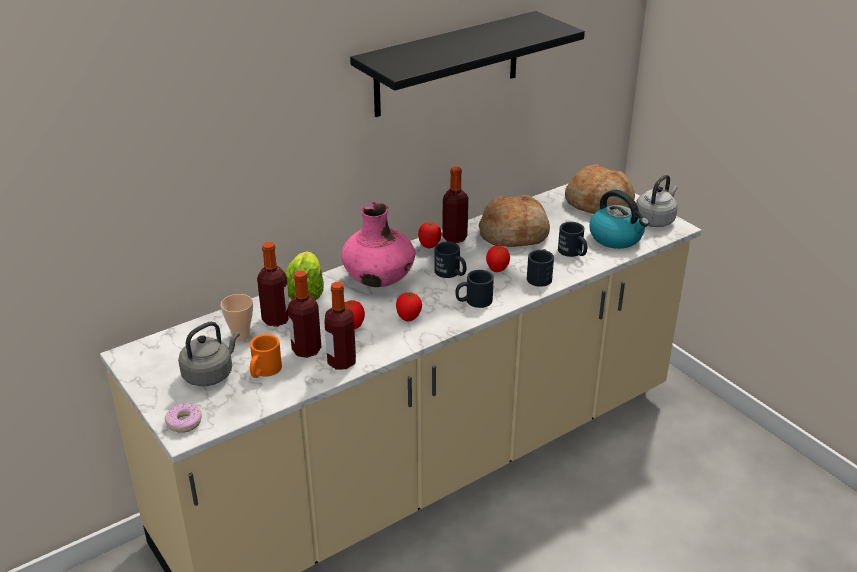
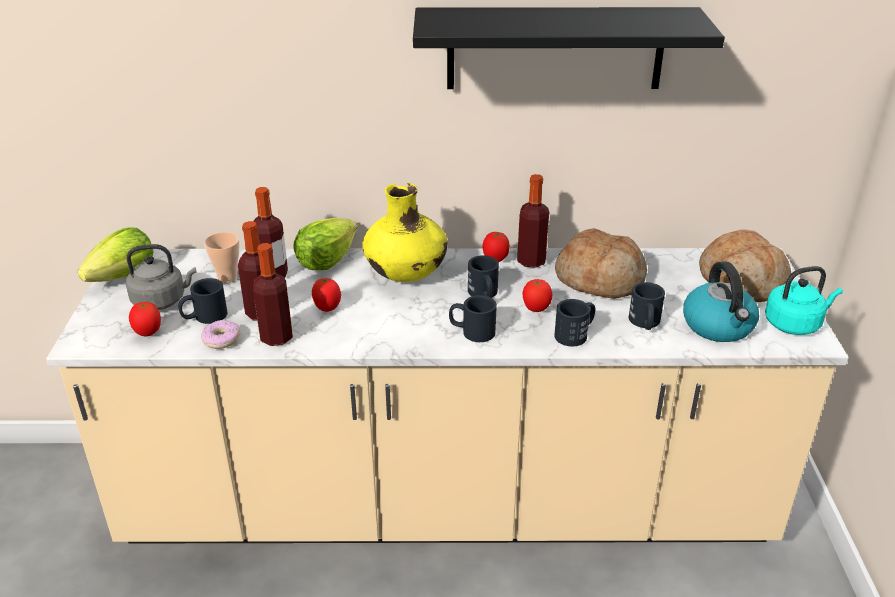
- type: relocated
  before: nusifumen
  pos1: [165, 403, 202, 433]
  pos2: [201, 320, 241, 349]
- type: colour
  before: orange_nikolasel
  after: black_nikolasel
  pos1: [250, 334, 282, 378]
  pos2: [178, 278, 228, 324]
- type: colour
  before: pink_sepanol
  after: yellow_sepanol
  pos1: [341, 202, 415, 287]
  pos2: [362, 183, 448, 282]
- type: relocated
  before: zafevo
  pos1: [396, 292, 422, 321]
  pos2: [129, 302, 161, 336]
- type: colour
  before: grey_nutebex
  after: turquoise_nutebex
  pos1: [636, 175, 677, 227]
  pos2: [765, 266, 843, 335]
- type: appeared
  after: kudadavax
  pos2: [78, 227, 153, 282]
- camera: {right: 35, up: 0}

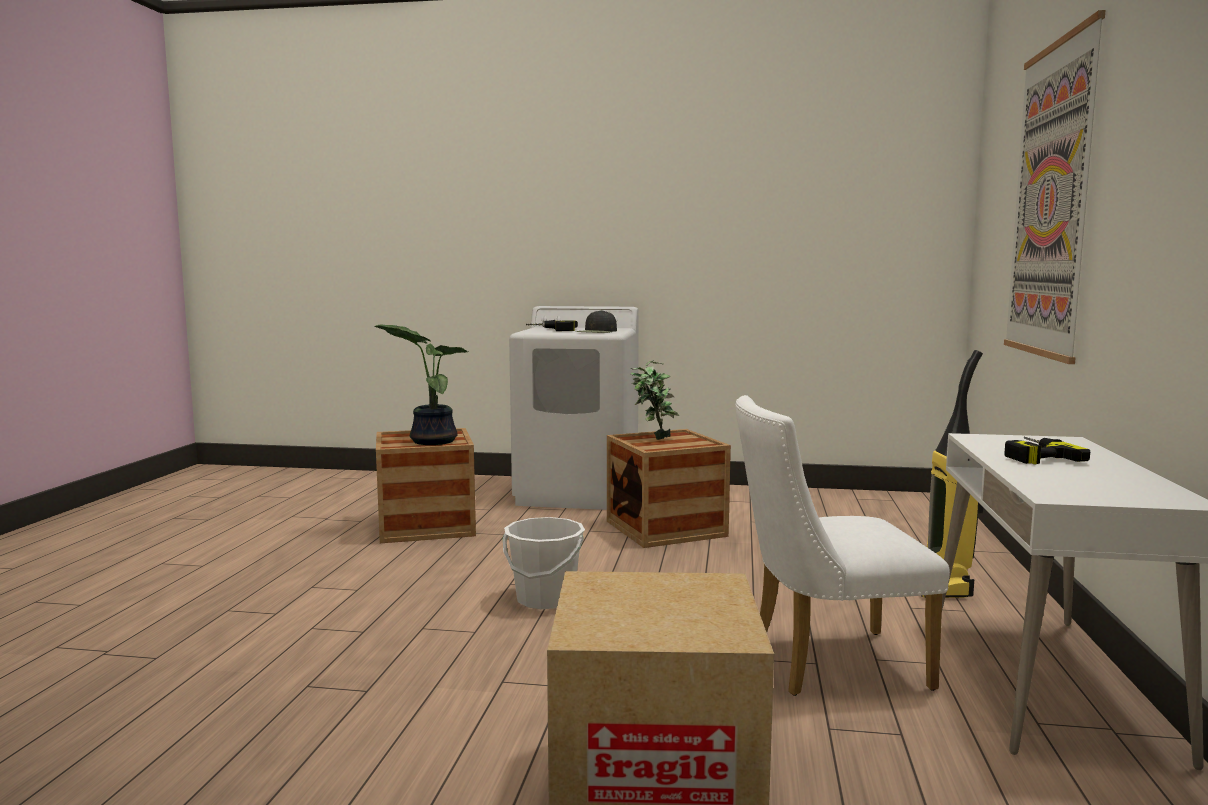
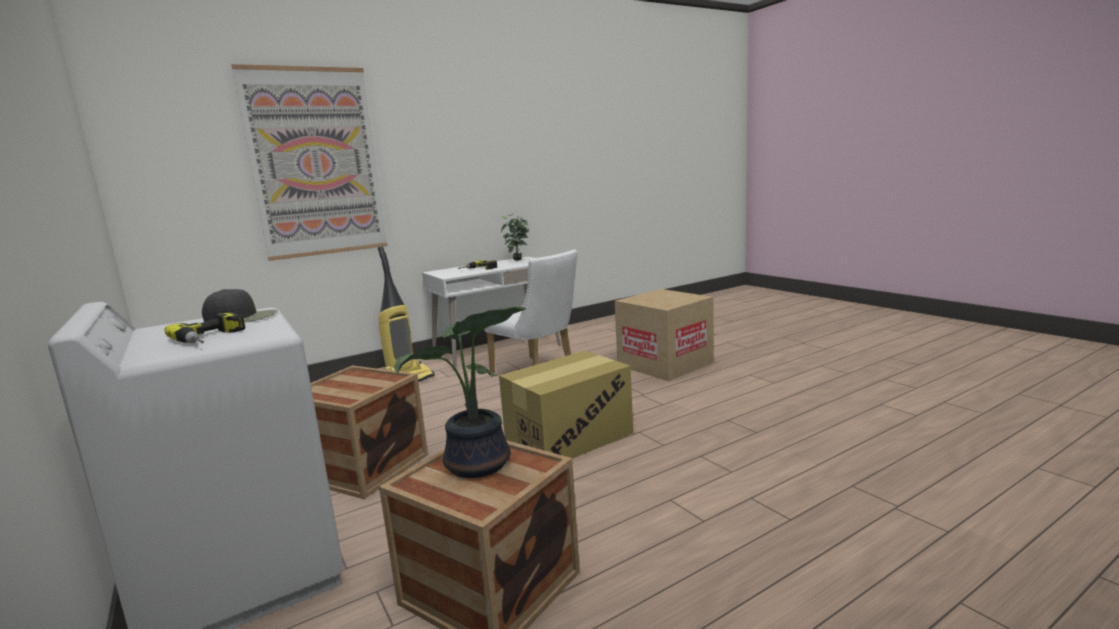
- type: exchanged
  before: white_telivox
  after: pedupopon
  pos1: [503, 517, 585, 609]
  pos2: [499, 351, 633, 459]
- type: relocated
  before: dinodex
  pos1: [631, 360, 679, 440]
  pos2: [501, 214, 529, 261]
- camera: {right: -130, up: 5}

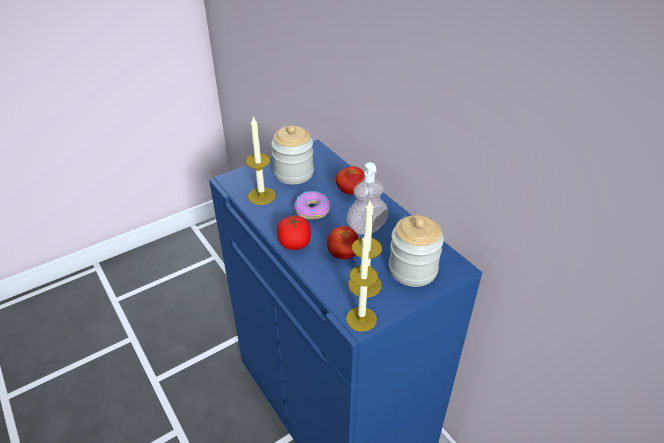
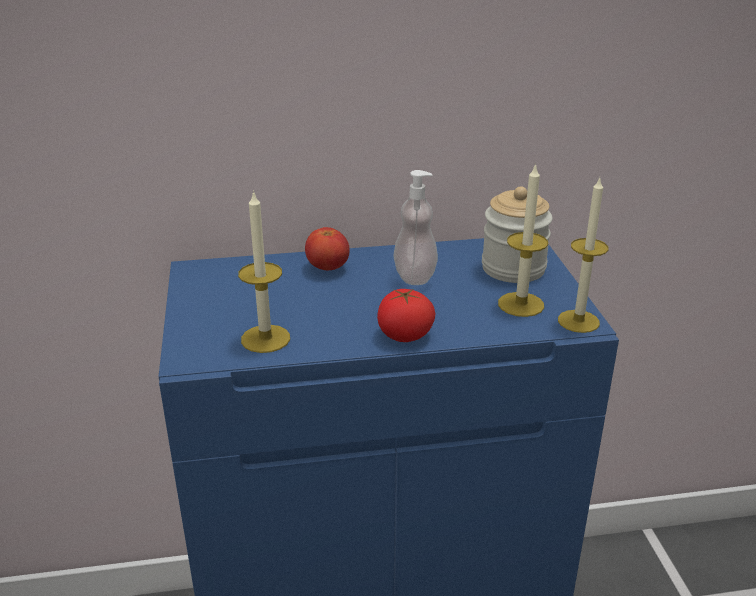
- type: missing
  before: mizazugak
  pos1: [271, 125, 314, 184]
- type: missing
  before: nusifumen
  pos1: [294, 191, 330, 220]
- type: missing
  before: zafevo
  pos1: [327, 226, 359, 259]
- camera: {right: -65, up: -10}

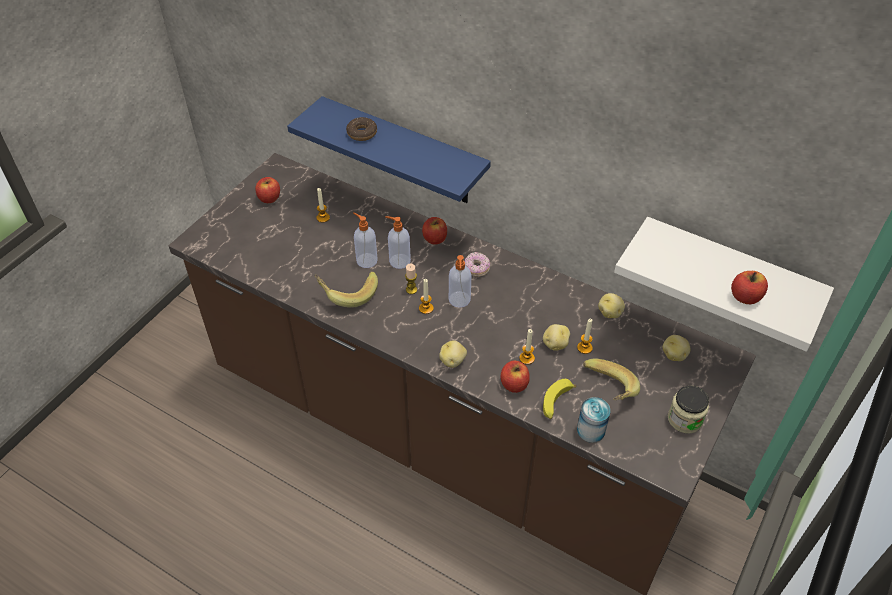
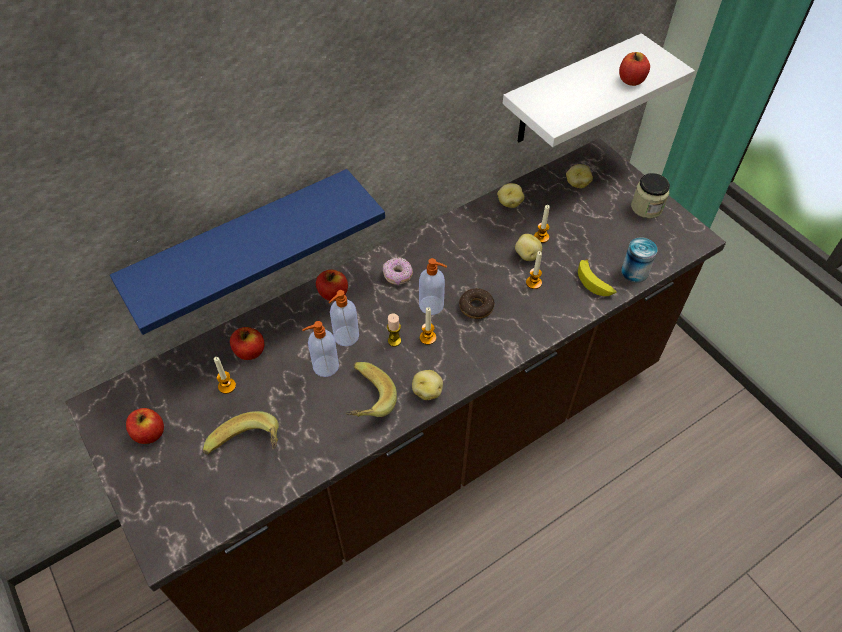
- type: relocated
  before: nusifumen
  pos1: [346, 117, 377, 141]
  pos2: [459, 288, 495, 319]
- type: relocated
  before: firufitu
  pos1: [439, 340, 467, 368]
  pos2: [412, 370, 443, 400]
- type: relocated
  before: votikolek
  pos1: [501, 361, 530, 393]
  pos2: [230, 327, 264, 360]
- type: relocated
  before: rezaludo
  pos1: [583, 358, 640, 400]
  pos2: [203, 411, 279, 454]
- camera: {right: -65, up: 5}

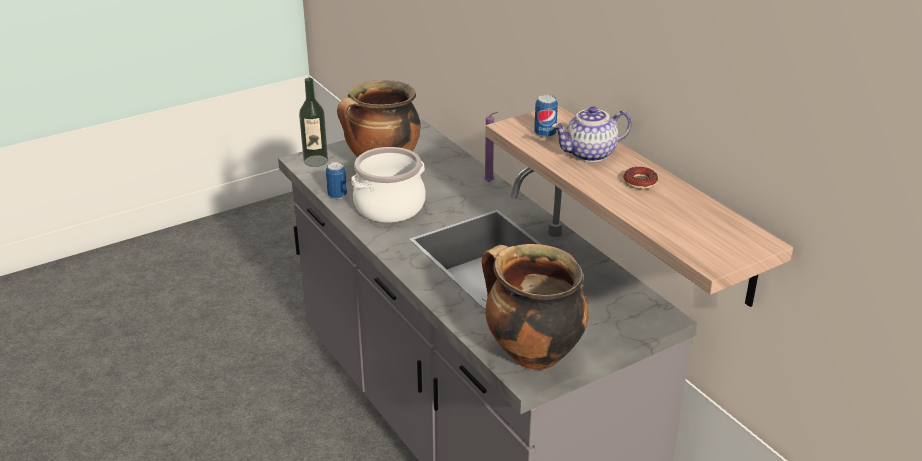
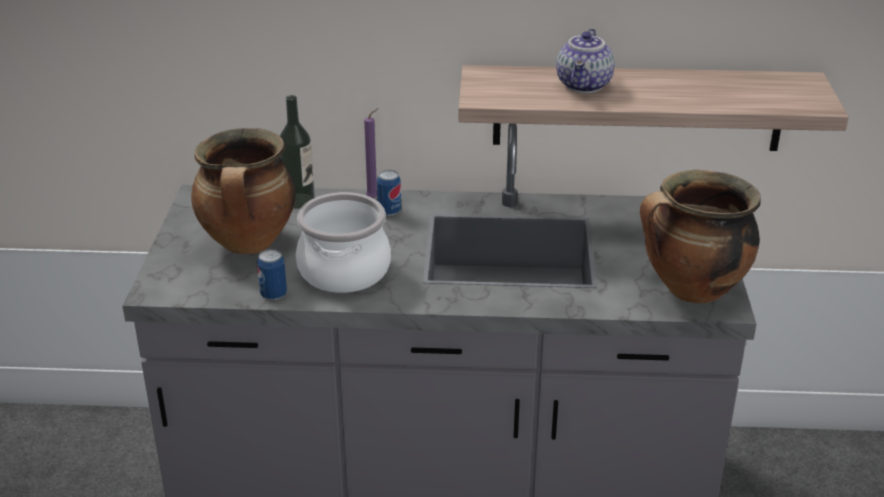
- type: relocated
  before: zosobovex
  pos1: [299, 78, 328, 167]
  pos2: [280, 95, 315, 209]
- type: relocated
  before: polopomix
  pos1: [534, 94, 558, 138]
  pos2: [377, 170, 401, 216]
- type: missing
  before: nusifumen
  pos1: [623, 167, 658, 189]
- camera: {right: -55, up: 0}

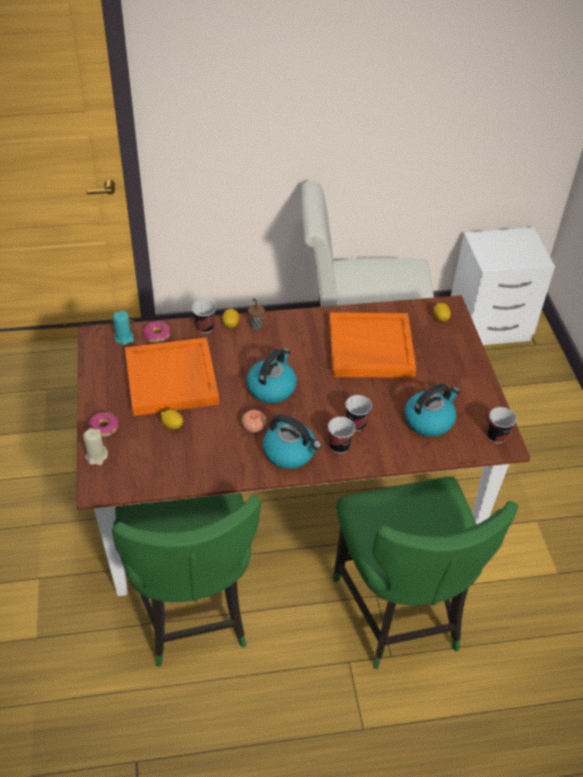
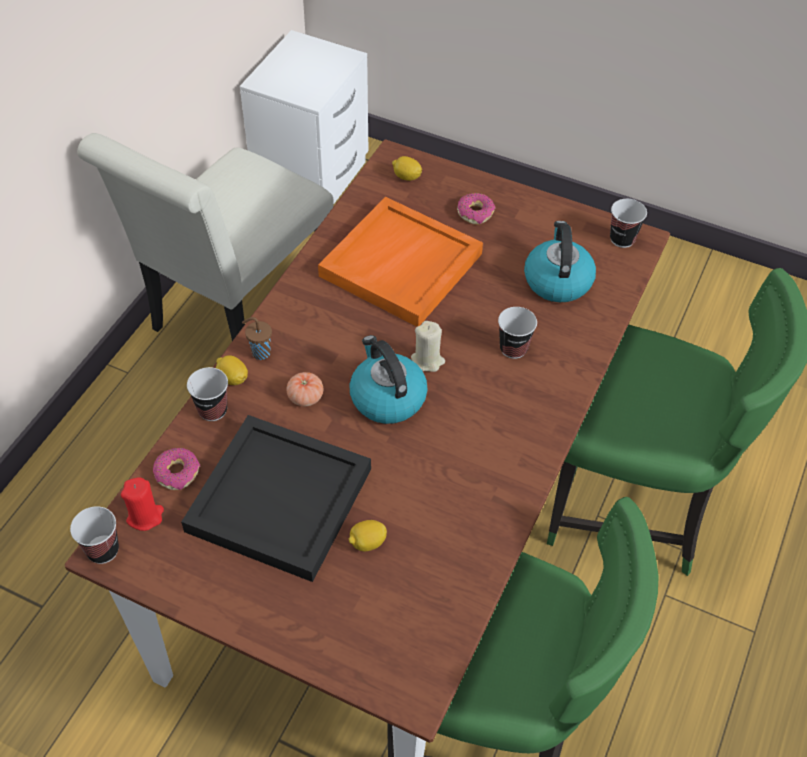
- type: relocated
  before: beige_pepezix
  pos1: [83, 428, 108, 465]
  pos2: [411, 321, 445, 372]
- type: relocated
  before: nusifumen
  pos1: [88, 412, 118, 437]
  pos2: [457, 193, 496, 225]
- type: colour
  before: turquoise_pepezix
  after: red_pepezix
  pos1: [113, 311, 134, 345]
  pos2: [121, 477, 164, 531]
- type: colour
  before: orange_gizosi
  after: black_gizosi
  pos1: [125, 337, 219, 416]
  pos2: [181, 415, 371, 582]
- type: relocated
  before: zafevo
  pos1: [242, 410, 266, 432]
  pos2: [286, 372, 323, 406]
- type: missing
  before: nutebex
  pos1: [263, 414, 322, 469]
- type: relocated
  before: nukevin
  pos1: [328, 417, 355, 454]
  pos2: [70, 506, 119, 564]
- camera: {right: -55, up: 5}

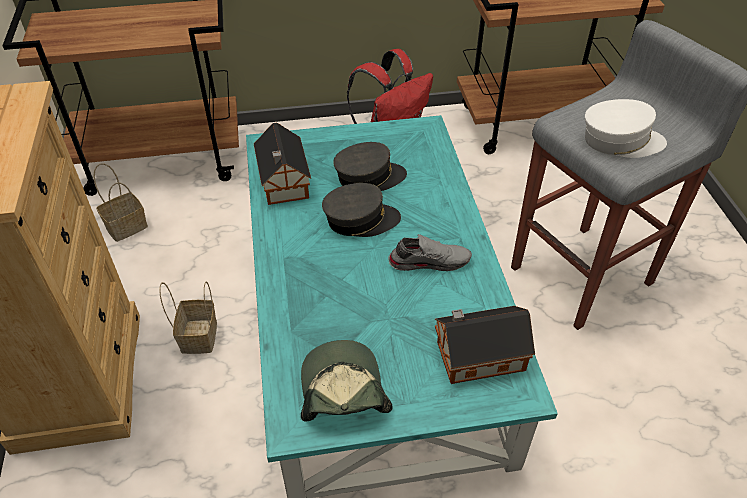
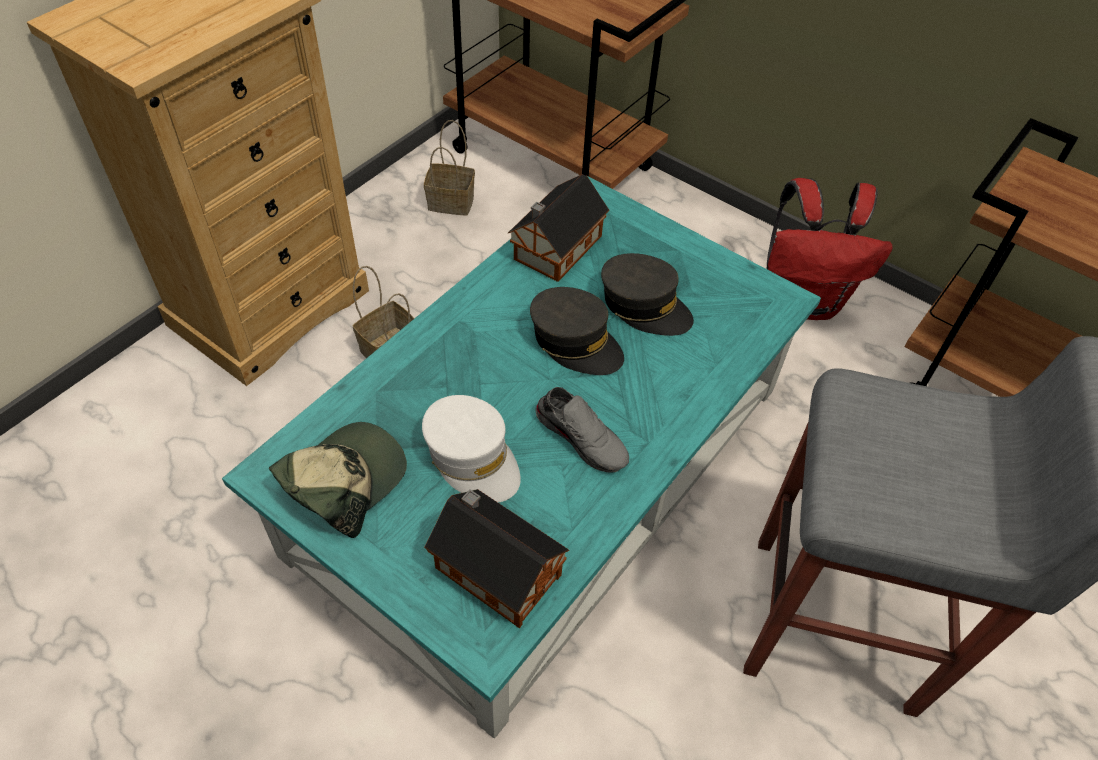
- type: relocated
  before: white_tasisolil
  pos1: [585, 99, 667, 158]
  pos2: [422, 395, 521, 502]
- camera: {right: 45, up: 5}

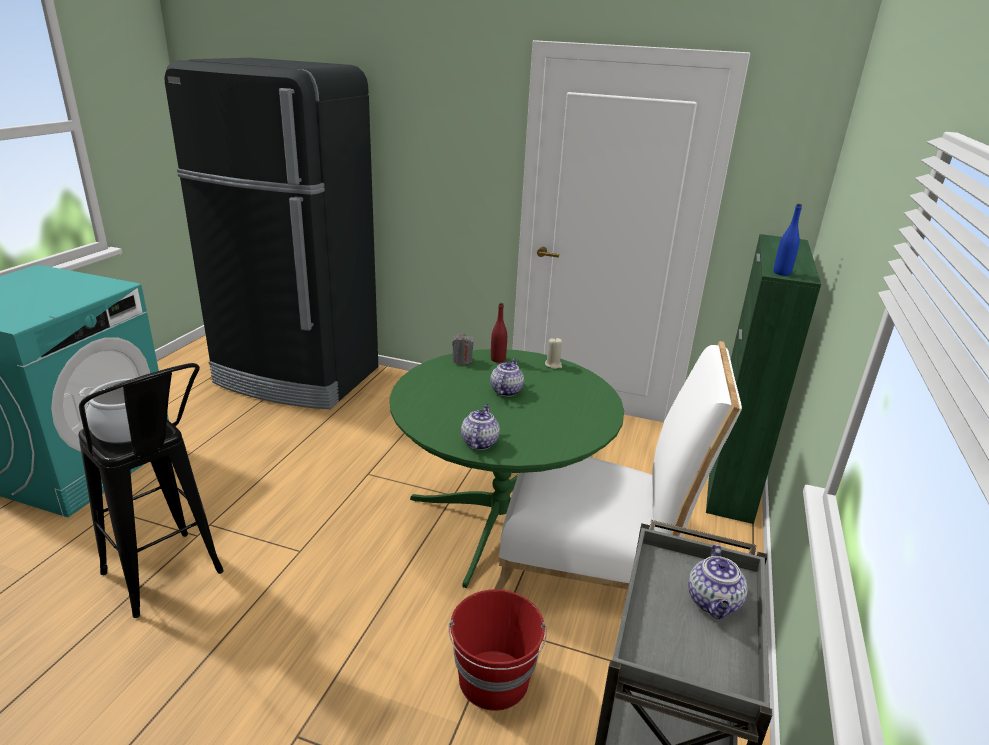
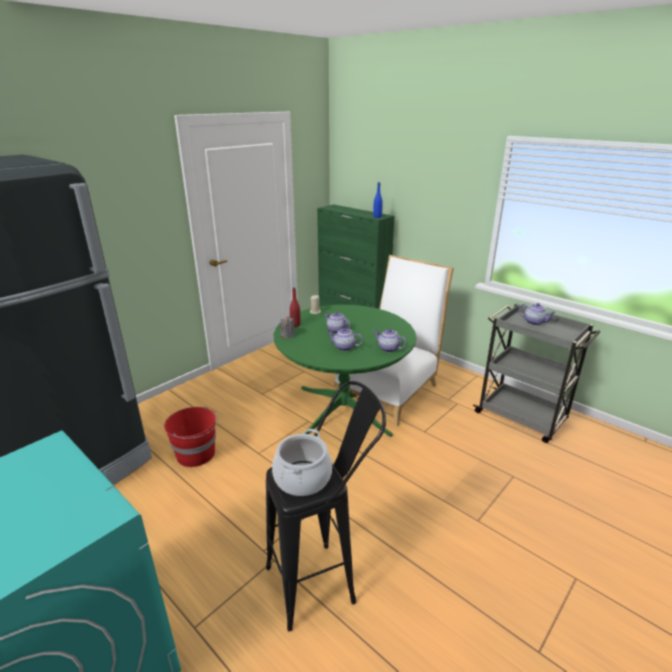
- type: relocated
  before: red_telivox
  pos1: [449, 589, 547, 711]
  pos2: [164, 406, 218, 467]
- type: appeared
  after: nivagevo
  pos2: [328, 328, 363, 351]
- camera: {right: -65, up: 0}

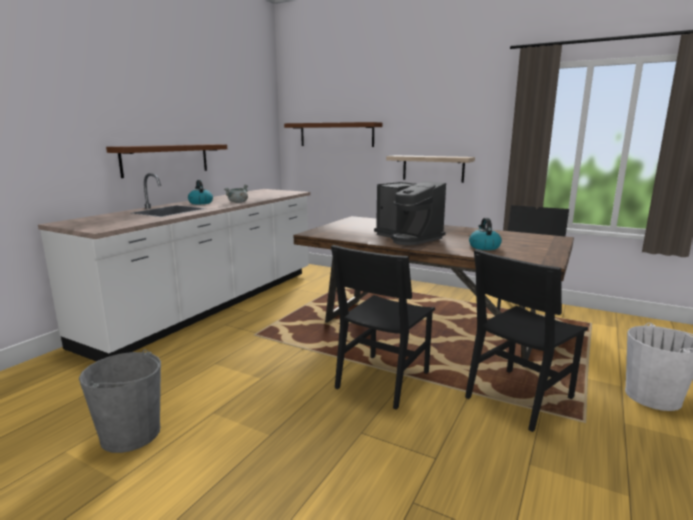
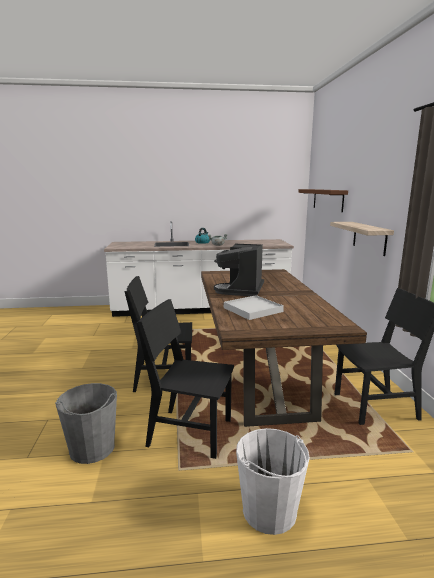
- type: relocated
  before: grey_telivox
  pos1: [79, 349, 161, 453]
  pos2: [55, 383, 117, 464]
- type: missing
  before: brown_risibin
  pos1: [106, 144, 227, 178]
- type: exchanged
  before: nutebex
  after: white_gizosi
  pos1: [469, 218, 502, 250]
  pos2: [224, 295, 284, 320]
- camera: {right: 55, up: 0}

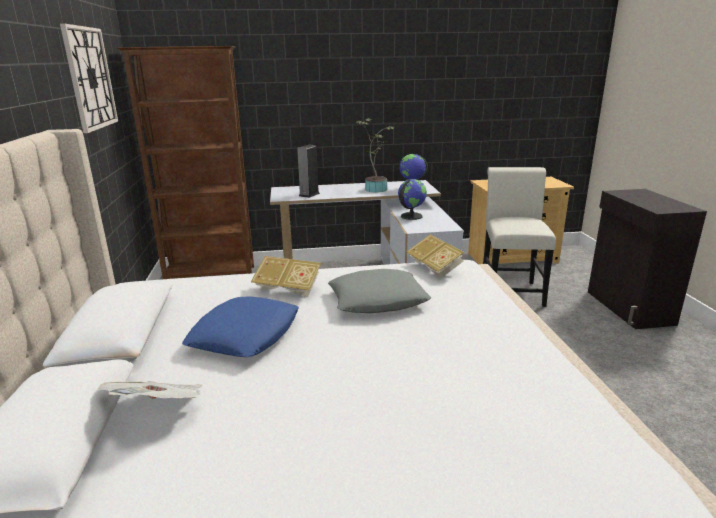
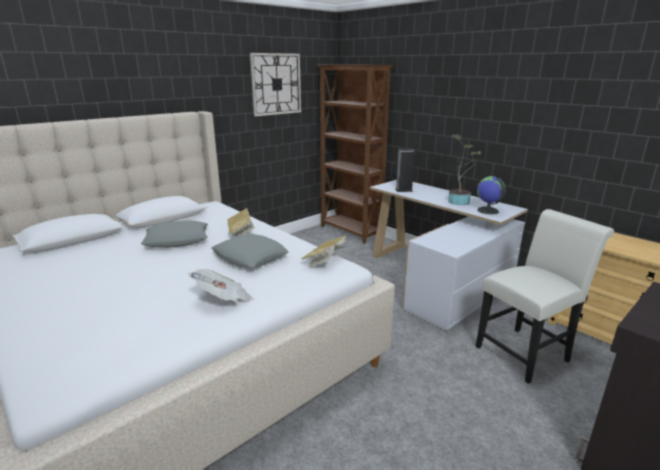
- type: relocated
  before: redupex
  pos1: [98, 381, 202, 399]
  pos2: [188, 269, 254, 302]
- type: colour
  before: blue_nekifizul
  after: grey_nekifizul
  pos1: [182, 296, 299, 357]
  pos2: [141, 220, 208, 248]
- type: missing
  before: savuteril
  pos1: [398, 179, 427, 220]
- camera: {right: 55, up: 0}

